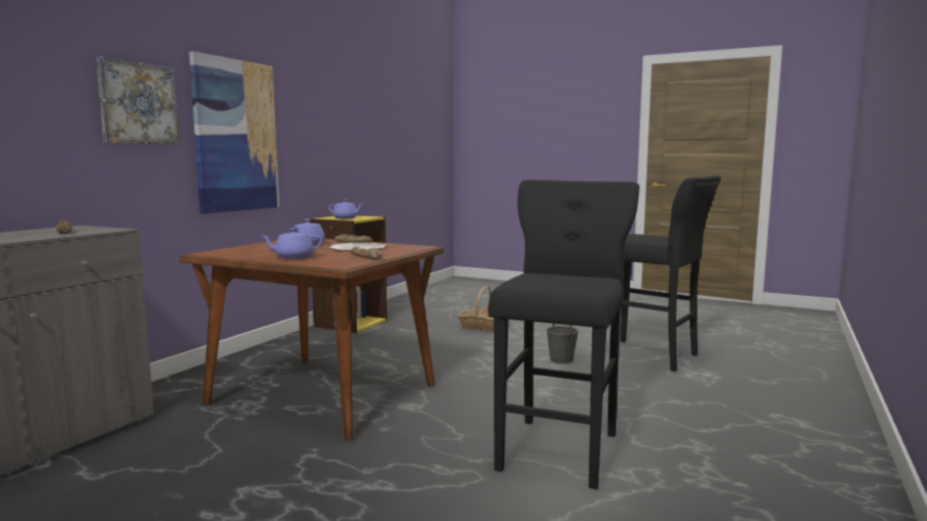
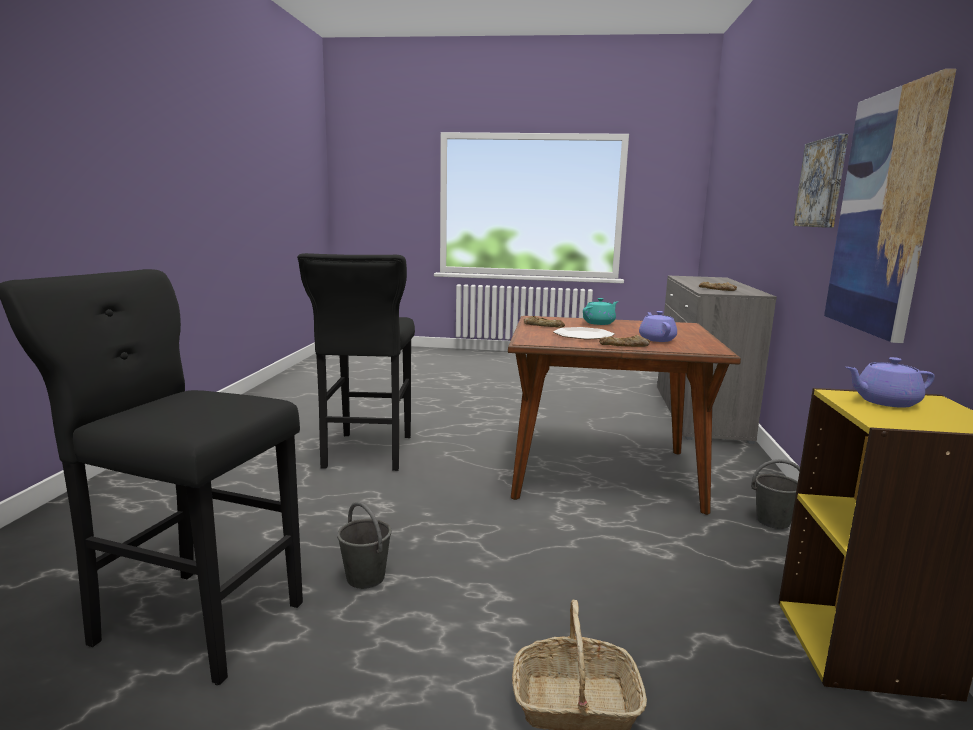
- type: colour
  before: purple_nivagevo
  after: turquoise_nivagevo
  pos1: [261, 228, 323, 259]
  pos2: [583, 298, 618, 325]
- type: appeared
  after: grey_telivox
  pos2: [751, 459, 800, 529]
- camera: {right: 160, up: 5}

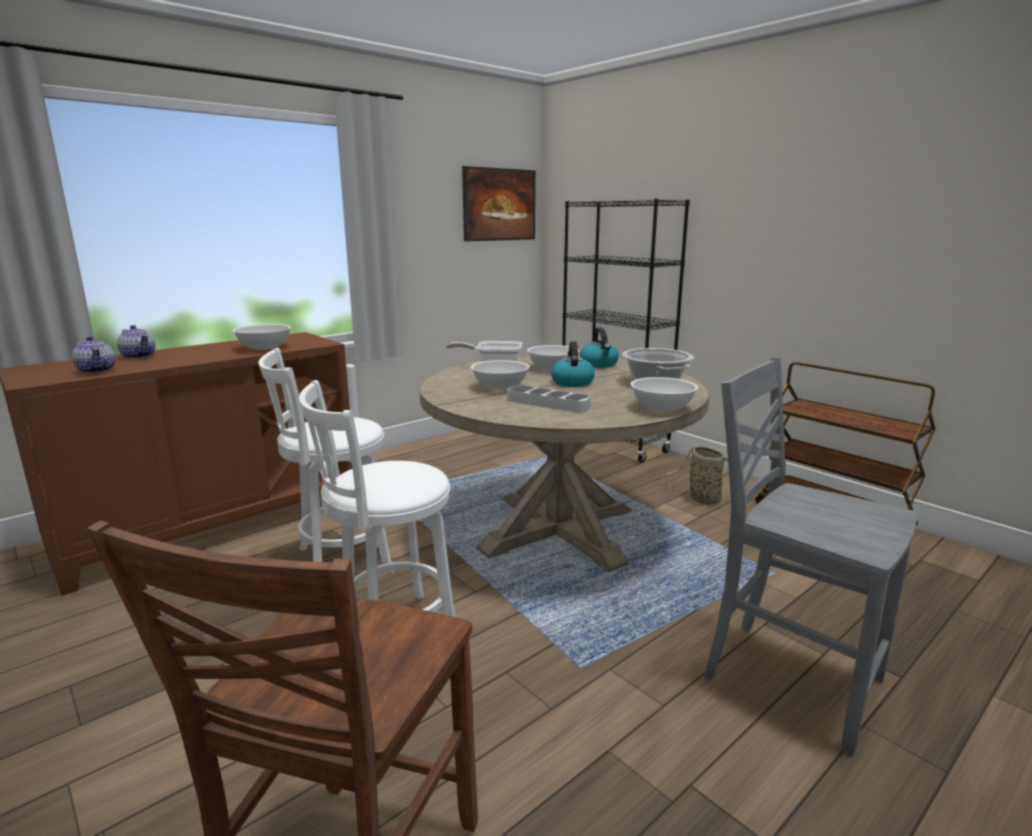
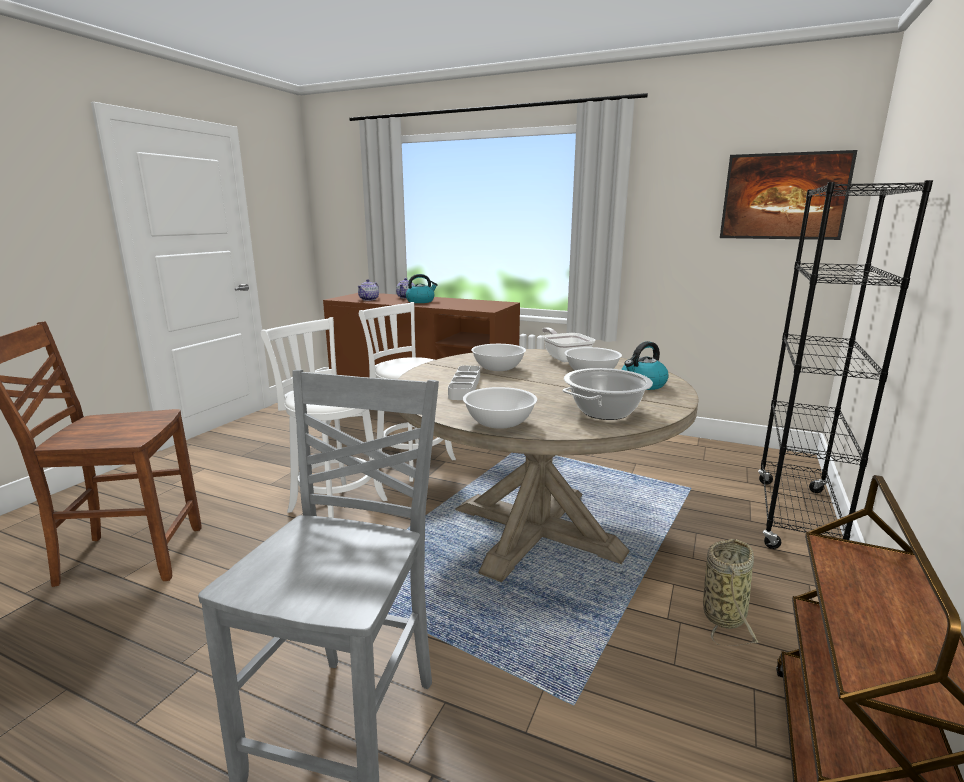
- type: missing
  before: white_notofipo
  pos1: [233, 324, 291, 350]
- type: relocated
  before: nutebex
  pos1: [551, 341, 595, 387]
  pos2: [406, 274, 438, 303]
- camera: {right: 65, up: 0}

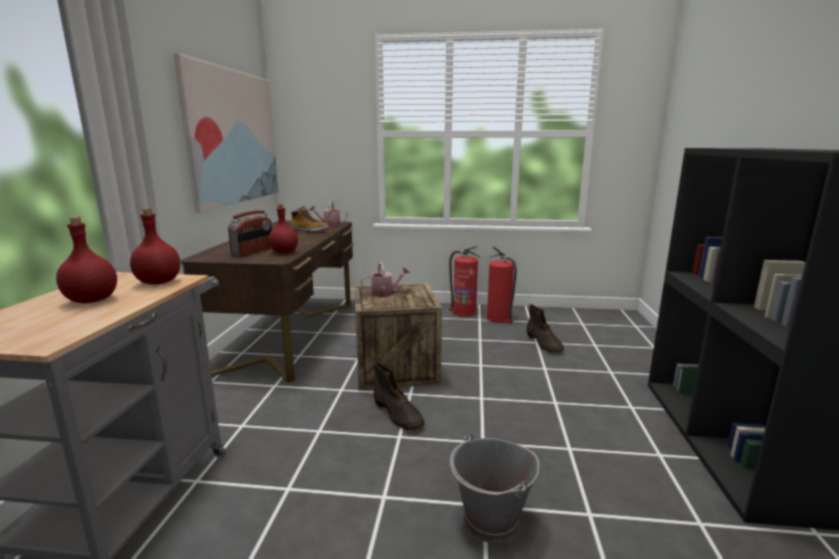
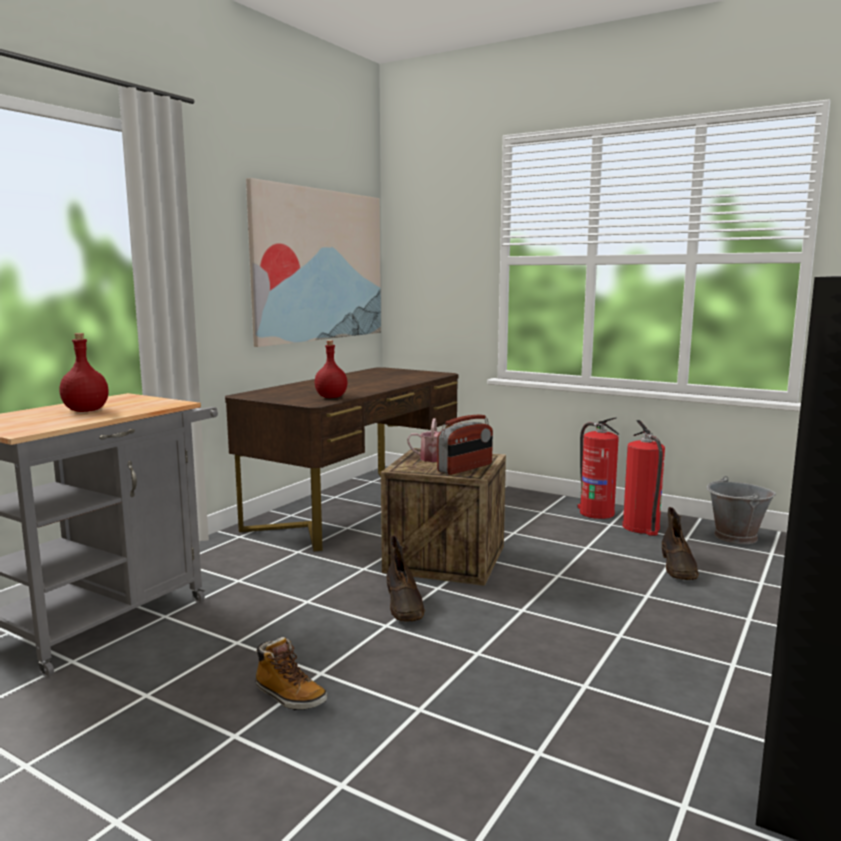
- type: missing
  before: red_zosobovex
  pos1: [130, 208, 181, 285]
- type: relocated
  before: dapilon
  pos1: [228, 210, 272, 256]
  pos2: [437, 415, 493, 475]
- type: relocated
  before: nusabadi
  pos1: [290, 205, 329, 232]
  pos2: [255, 637, 327, 710]
- type: missing
  before: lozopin
  pos1: [309, 201, 348, 227]
- type: relocated
  before: grey_telivox
  pos1: [450, 433, 539, 543]
  pos2: [707, 476, 776, 544]
- camera: {right: 25, up: -5}

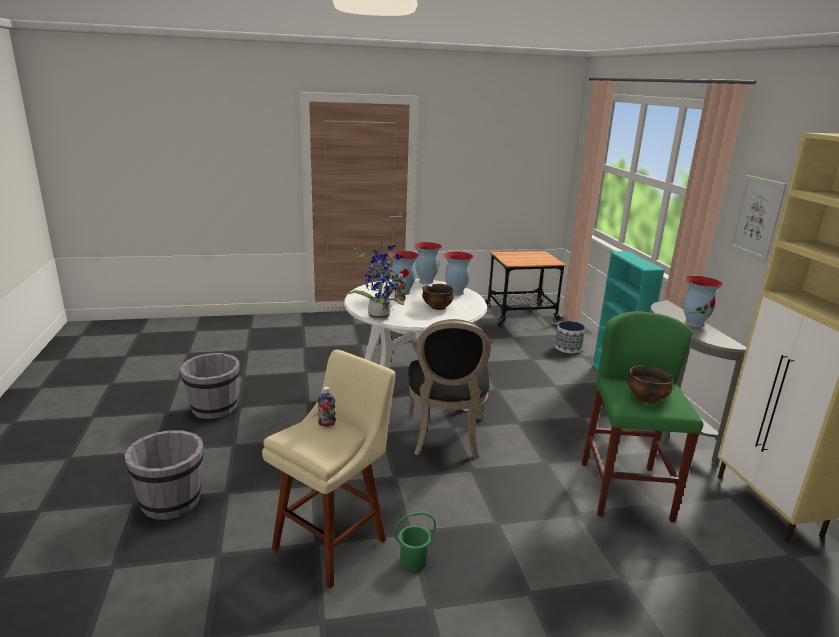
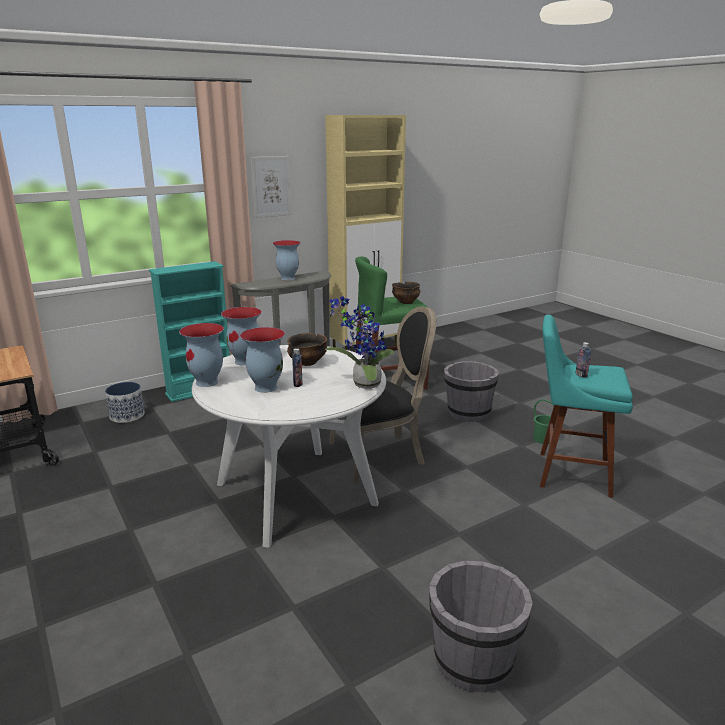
- type: relocated
  before: grey_telivox
  pos1: [125, 430, 204, 520]
  pos2: [444, 361, 499, 422]
- type: colour
  before: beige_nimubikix
  after: turquoise_nimubikix
  pos1: [262, 350, 395, 589]
  pos2: [540, 314, 633, 498]
- camera: {right: -110, up: 0}

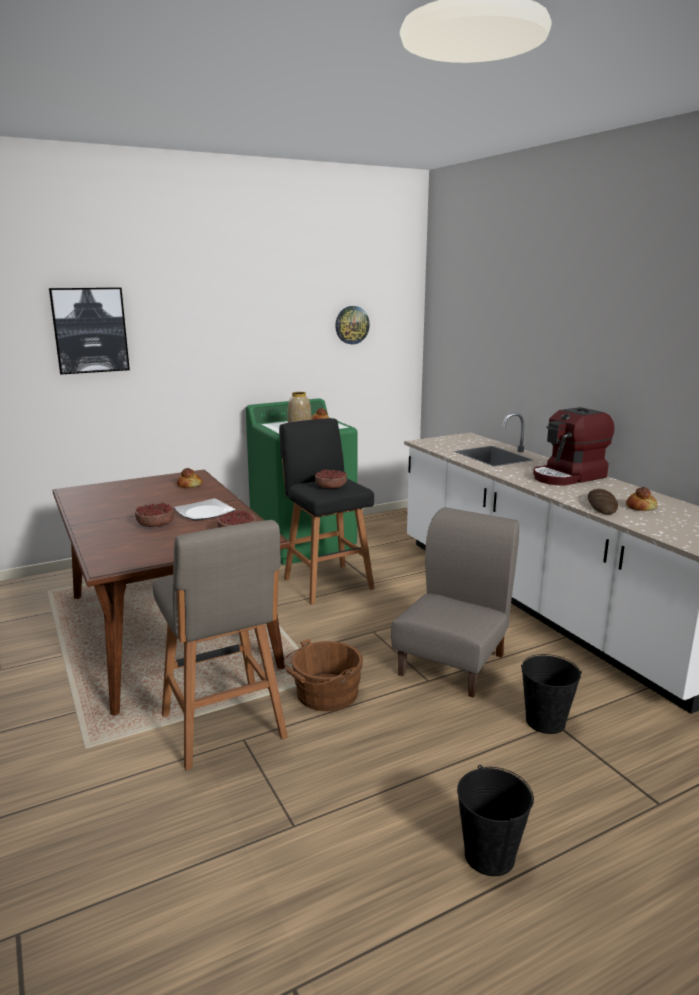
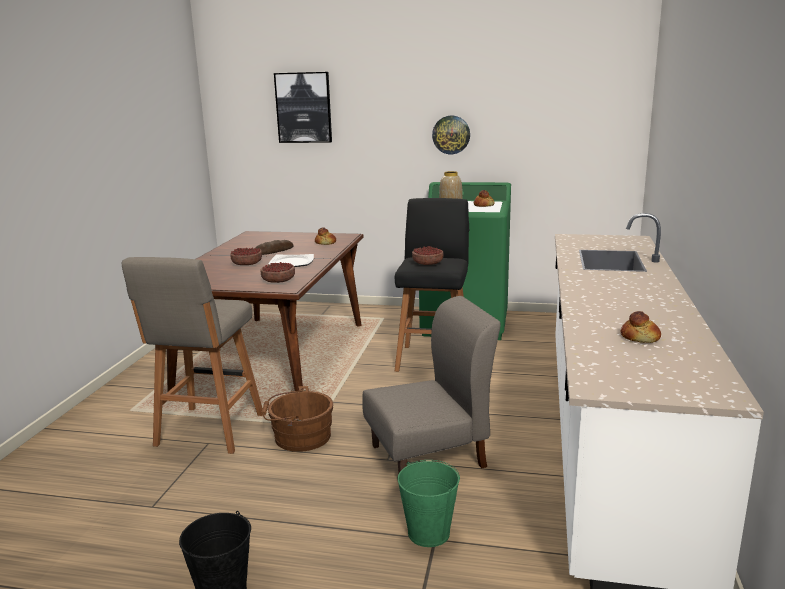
- type: relocated
  before: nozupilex
  pos1: [335, 306, 370, 344]
  pos2: [432, 116, 470, 154]
- type: colour
  before: black_telivox
  after: green_telivox
  pos1: [521, 654, 582, 734]
  pos2: [397, 460, 460, 547]
- type: missing
  before: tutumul
  pos1: [533, 407, 614, 486]
- type: relocated
  before: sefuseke
  pos1: [588, 489, 618, 514]
  pos2: [254, 240, 294, 255]
- camera: {right: 40, up: 0}

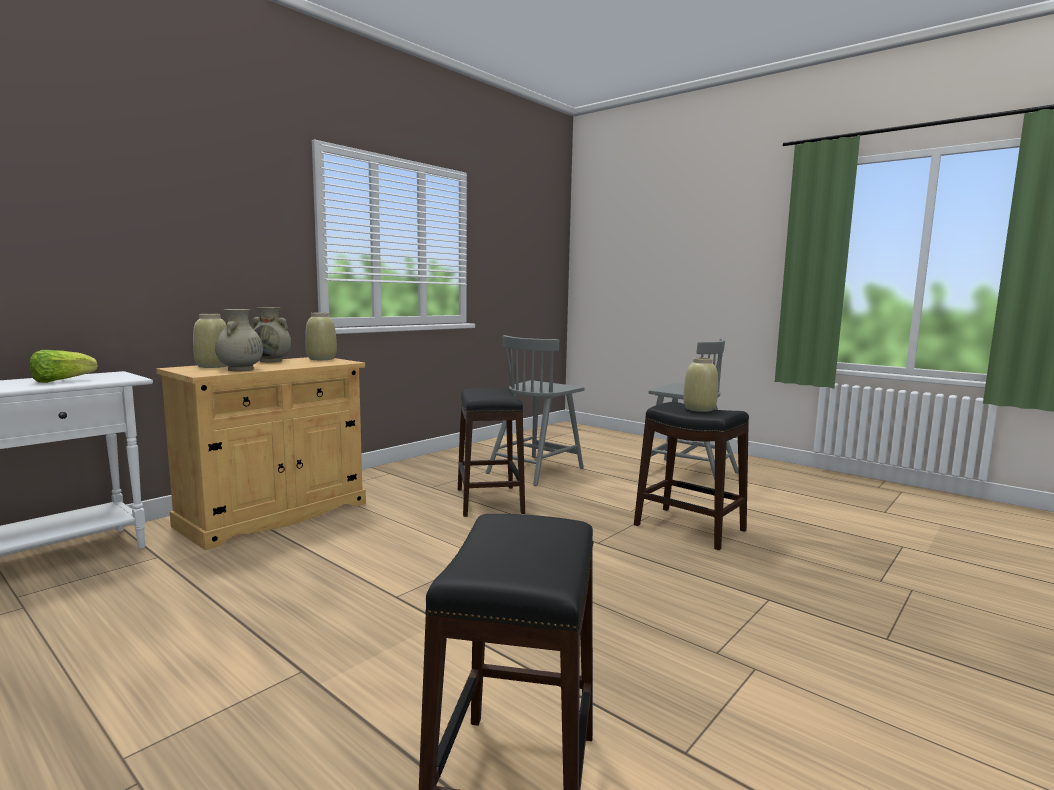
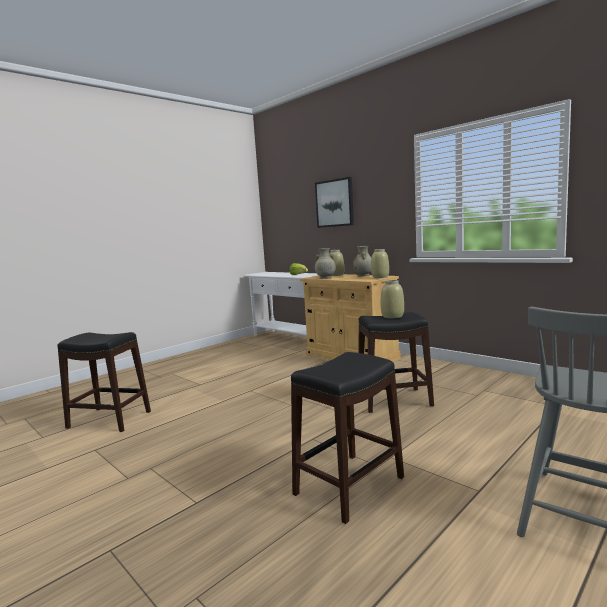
- type: missing
  before: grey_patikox
  pos1: [486, 335, 585, 486]
- type: relocated
  before: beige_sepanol
  pos1: [683, 357, 718, 412]
  pos2: [381, 280, 404, 318]
- type: appeared
  after: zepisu
  pos2: [315, 177, 354, 228]
- camera: {right: 95, up: 0}

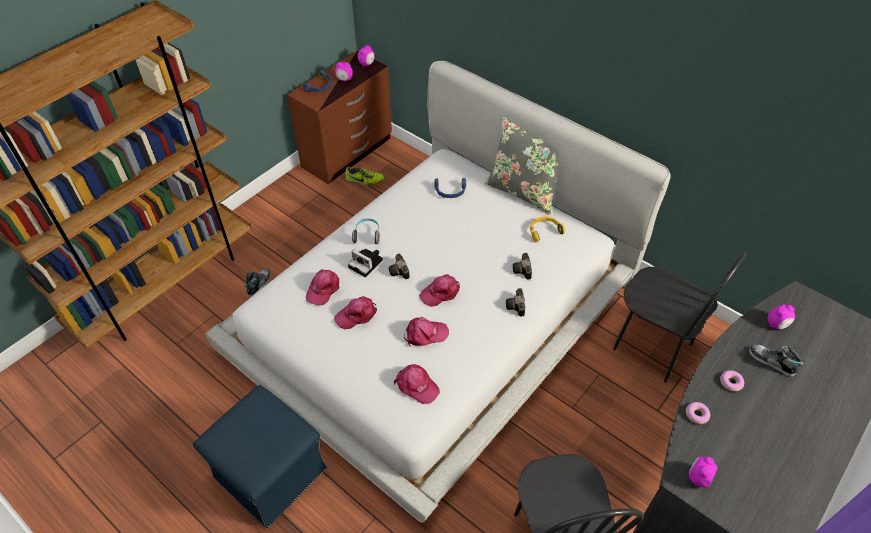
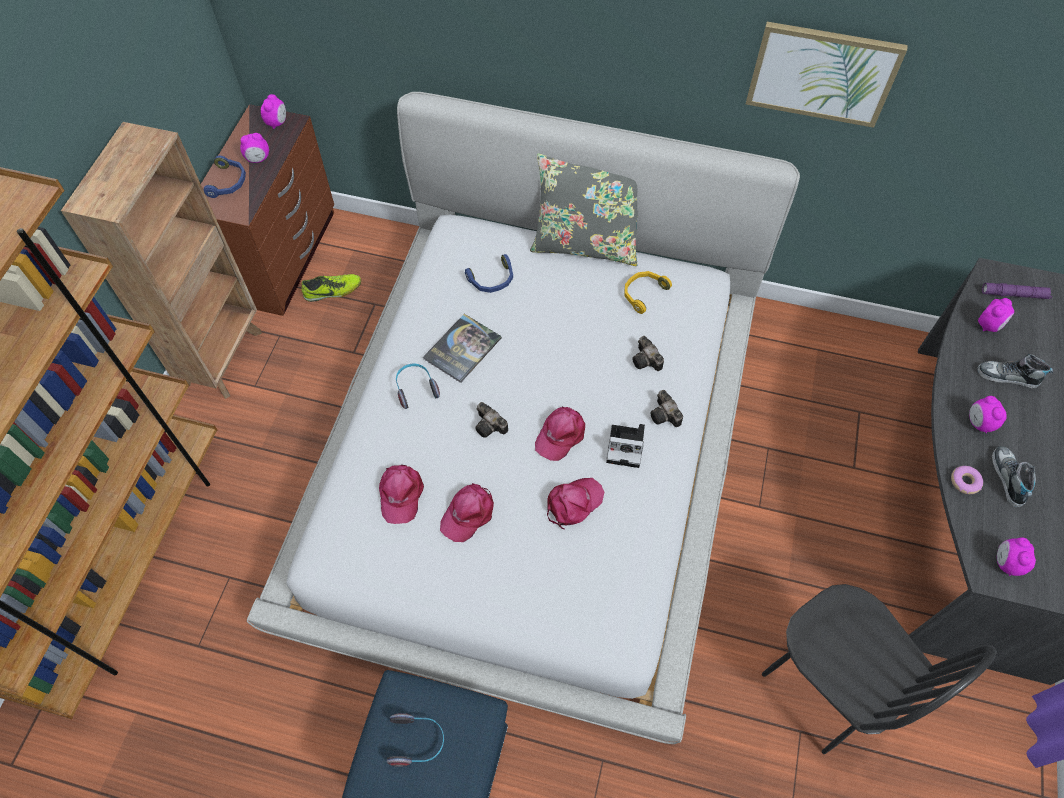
- type: relocated
  before: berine
  pos1: [244, 269, 271, 297]
  pos2: [992, 446, 1036, 508]
- type: relocated
  before: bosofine
  pos1: [348, 249, 383, 277]
  pos2: [606, 424, 645, 468]
- type: missing
  before: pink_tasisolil
  pos1: [394, 364, 440, 404]
- type: missing
  before: black_patikox
  pos1: [613, 252, 747, 383]
- type: exchanged
  before: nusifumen
  after: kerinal
  pos1: [720, 370, 744, 391]
  pos2: [969, 396, 1007, 433]
- type: appeared
  after: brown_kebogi
  pos2: [61, 122, 262, 399]
- type: appeared
  after: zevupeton
  pos2: [386, 713, 444, 767]
- type: appeared
  after: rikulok
  pos2: [423, 314, 502, 383]
- type: appeared
  after: zepisu
  pos2: [746, 22, 908, 128]
- type: appeared
  after: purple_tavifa
  pos2: [982, 283, 1052, 299]
- camera: {right: -25, up: 10}

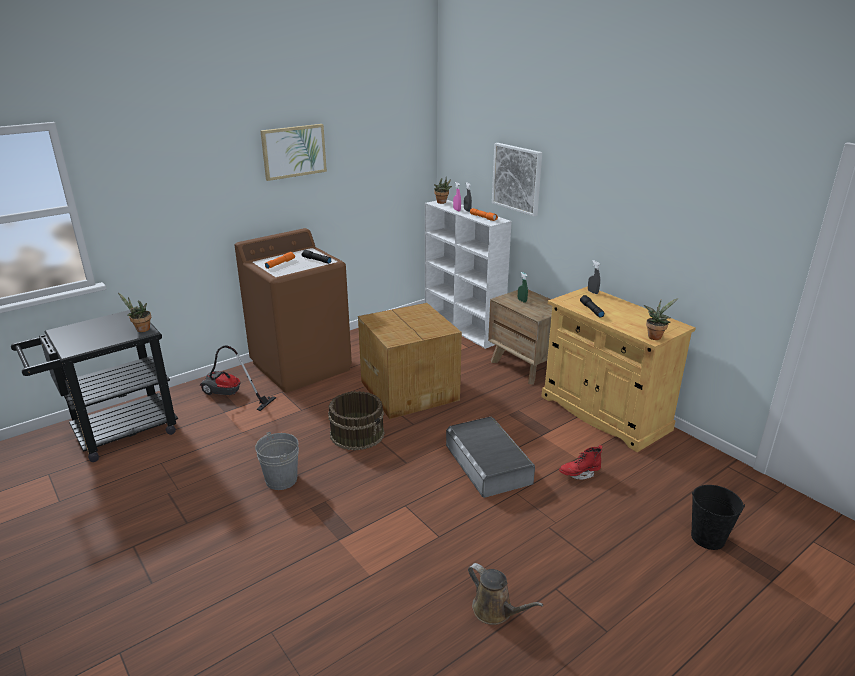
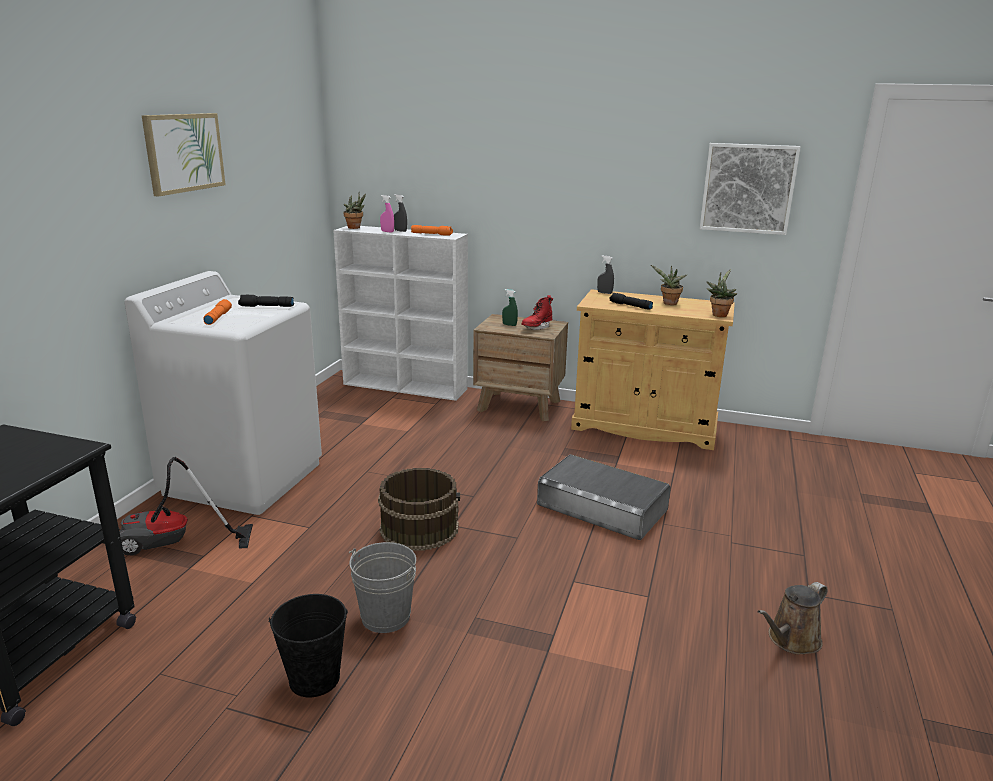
- type: relocated
  before: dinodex
  pos1: [118, 292, 151, 332]
  pos2: [651, 265, 687, 305]
- type: colour
  before: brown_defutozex
  after: white_defutozex
  pos1: [235, 228, 352, 393]
  pos2: [124, 271, 322, 515]
- type: missing
  before: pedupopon
  pos1: [358, 303, 462, 419]
- type: spun
  before: brown_lozopin
  pos1: [468, 563, 543, 625]
  pos2: [758, 582, 828, 654]
  turn: 135
- type: relocated
  before: zepisu
  pos1: [492, 143, 542, 217]
  pos2: [700, 143, 801, 235]
- type: relocated
  before: red_nusabadi
  pos1: [559, 445, 603, 480]
  pos2: [521, 295, 553, 330]
- type: relocated
  before: black_telivox
  pos1: [691, 485, 745, 550]
  pos2: [269, 594, 348, 697]
- camera: {right: -35, up: -5}

